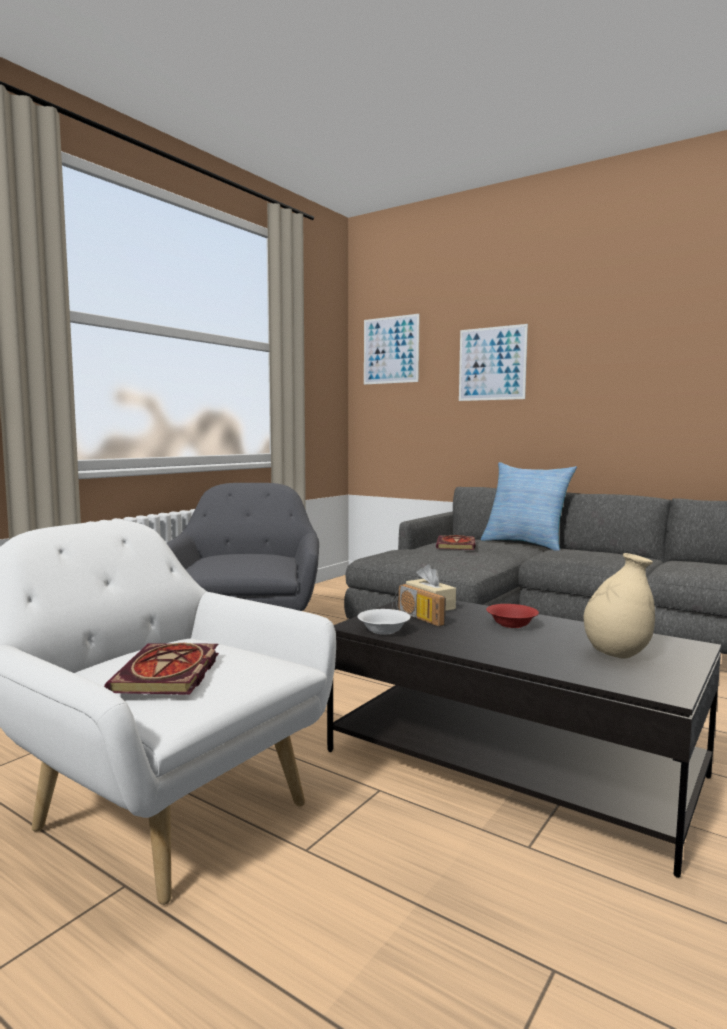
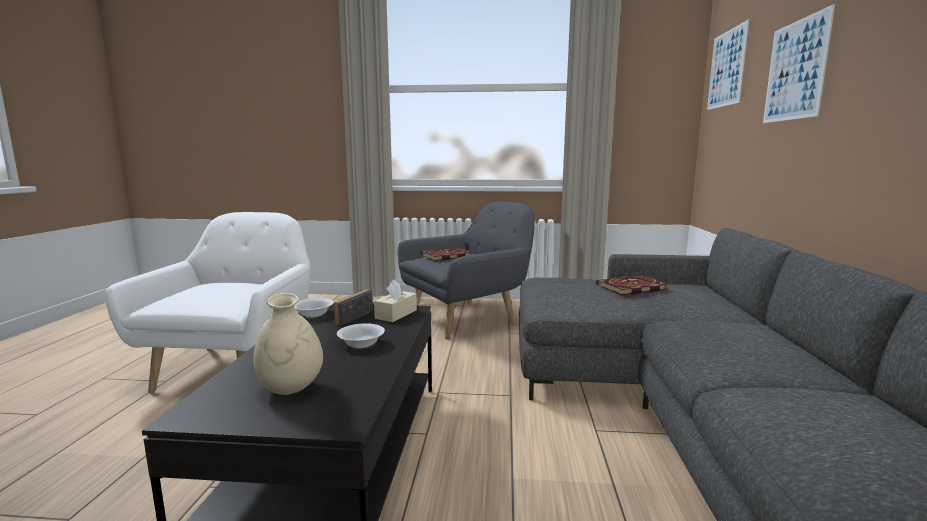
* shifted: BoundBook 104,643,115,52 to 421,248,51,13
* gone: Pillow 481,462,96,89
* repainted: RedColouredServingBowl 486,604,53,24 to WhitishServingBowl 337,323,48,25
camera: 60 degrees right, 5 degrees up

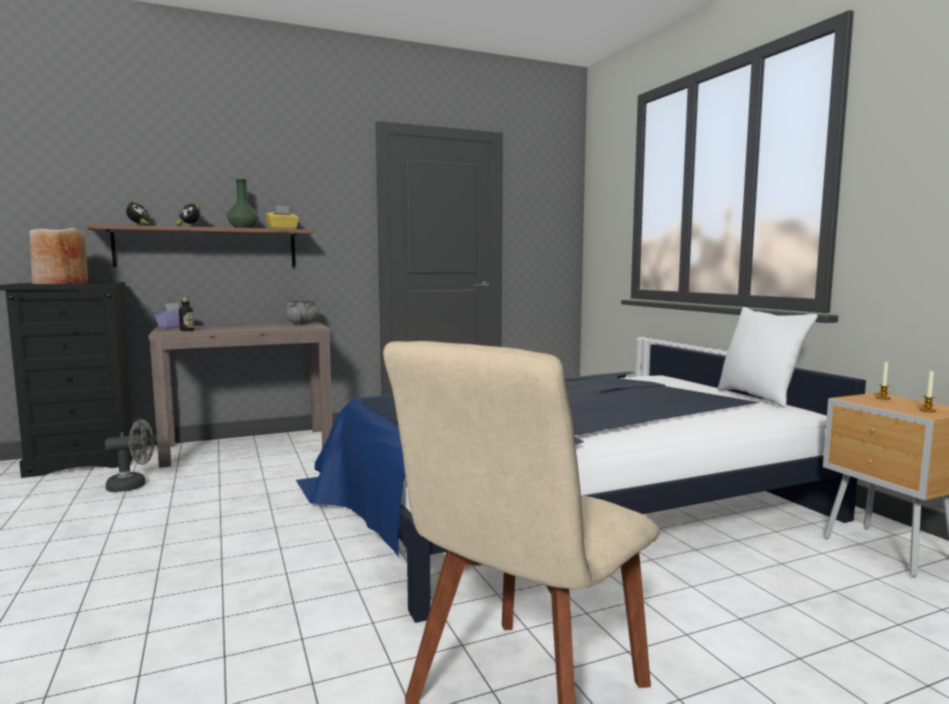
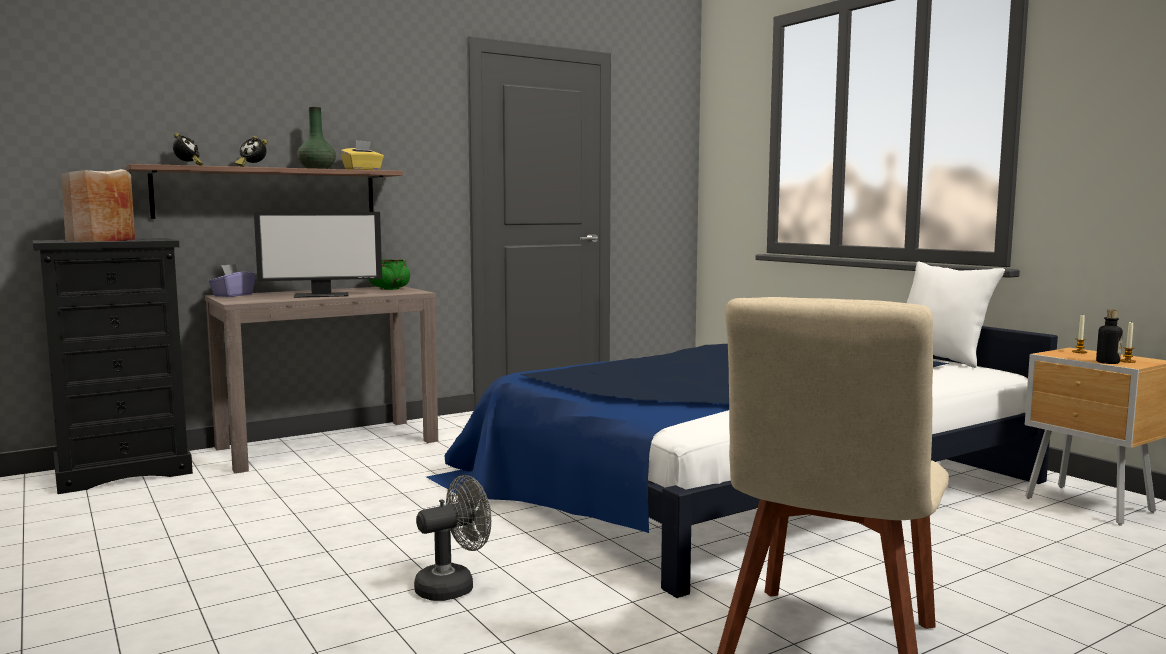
* shifted: GrayFan 105,419,49,73 to 414,475,77,126
* shifted: BeverageBottle 179,296,15,35 to 1096,310,27,54
* repainted: GrayServingBowl 285,301,33,24 to GreenServingBowl 369,259,41,31
* new: ComputerDisplay 254,212,128,86
camera: 10 degrees left, 0 degrees up

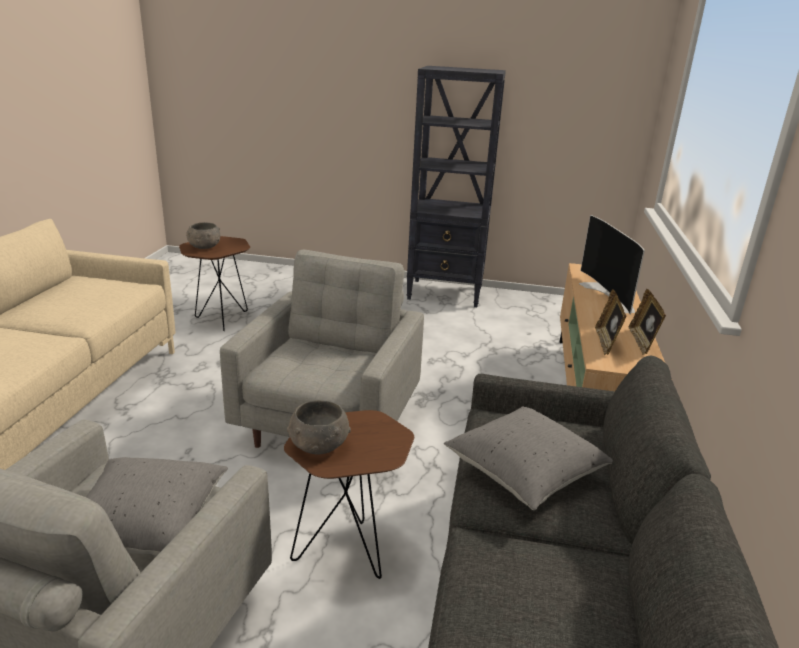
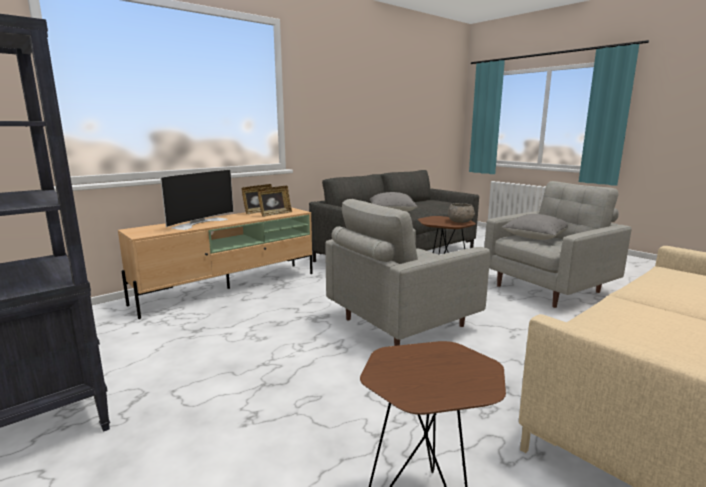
* gone: GrayServingBowl 186,222,34,27
camera: 140 degrees left, 10 degrees down

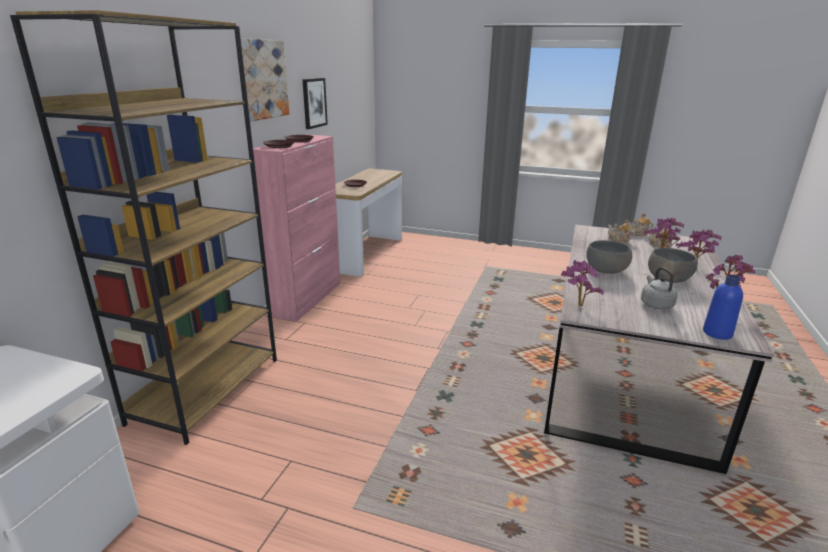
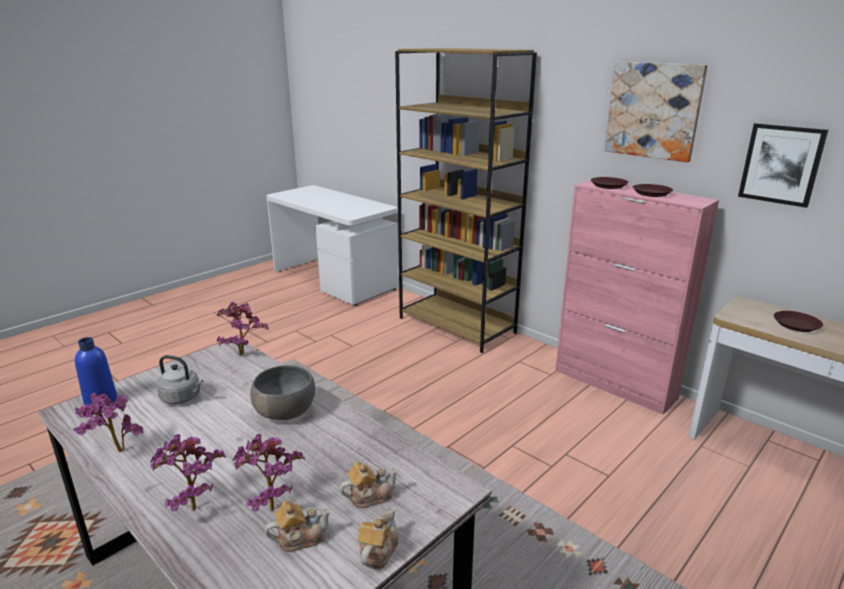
* gone: GrayServingBowl 648,248,50,35
camera: 115 degrees right, 0 degrees up

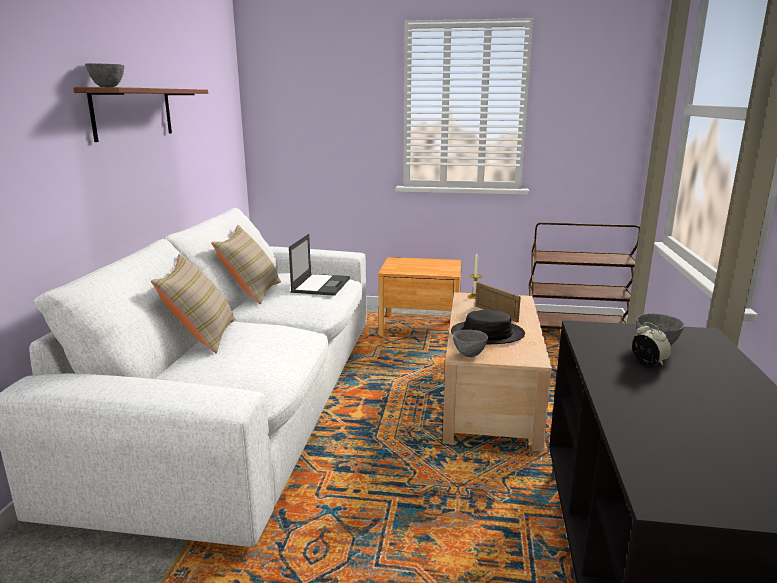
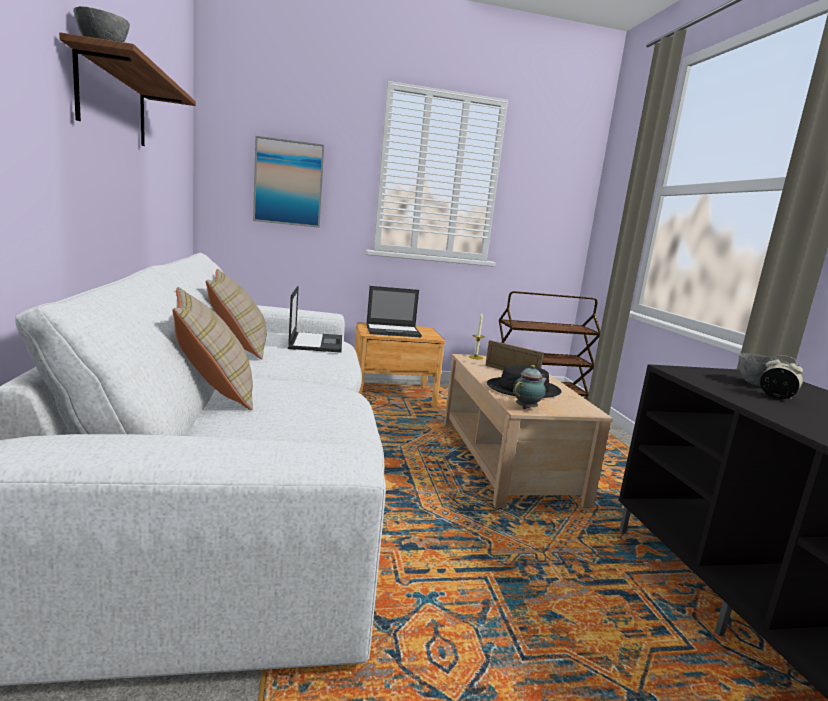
* swapped: GrayServingBowl 453,330,35,27 to Teapot 513,365,34,44
* new: Picture 253,136,71,92
* new: Laptop 366,286,56,51
camera: 20 degrees left, 5 degrees down

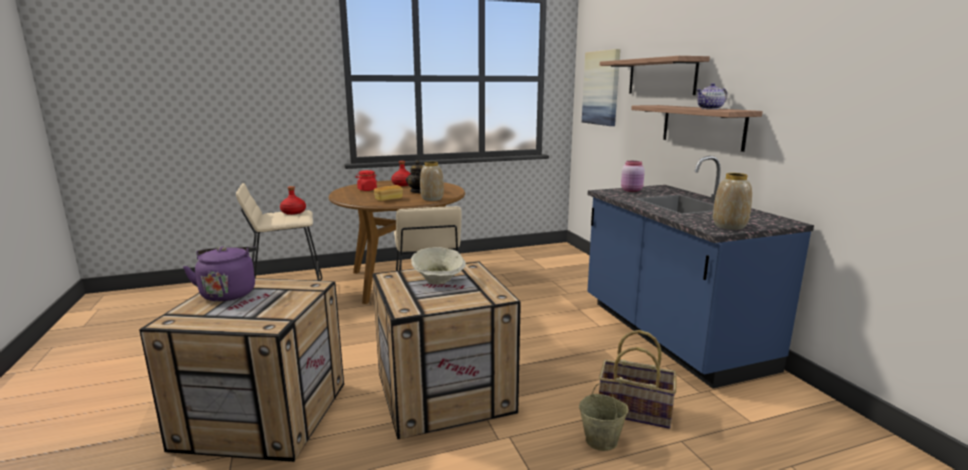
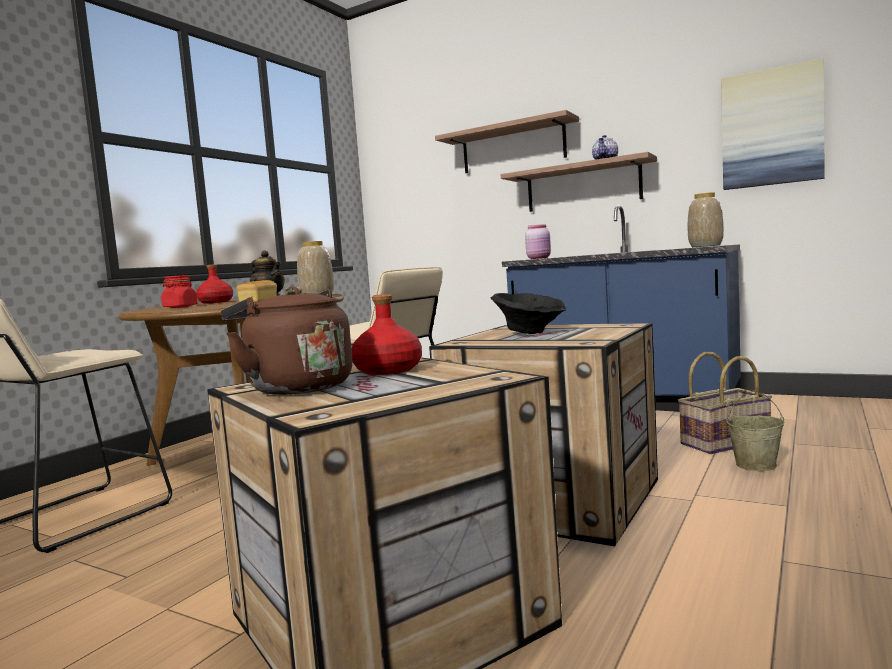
* repainted: PurplishTeaKettle 183,246,73,56 to BrownTeaKettle 221,286,131,109
* shifted: RedColouredBeverageBottle 280,186,26,29 to 352,294,70,81
* repainted: SandColouredServingBowl 411,247,55,38 to BlackishServingBowl 491,293,76,41
* shifted: Picture 582,49,38,77 to 721,58,103,132
camera: 40 degrees left, 10 degrees down

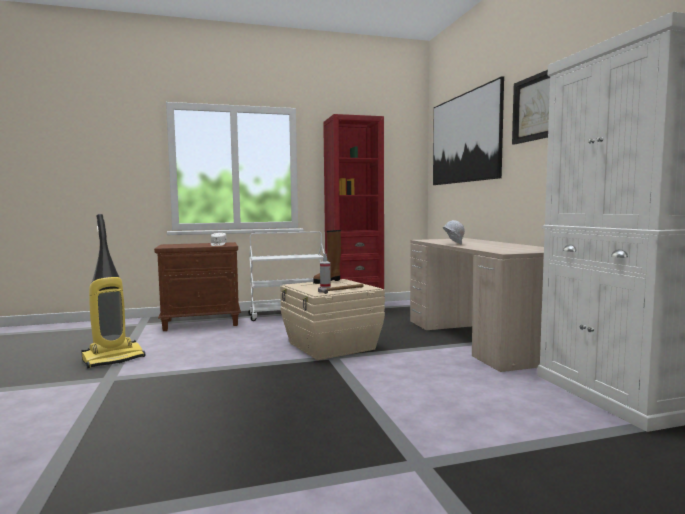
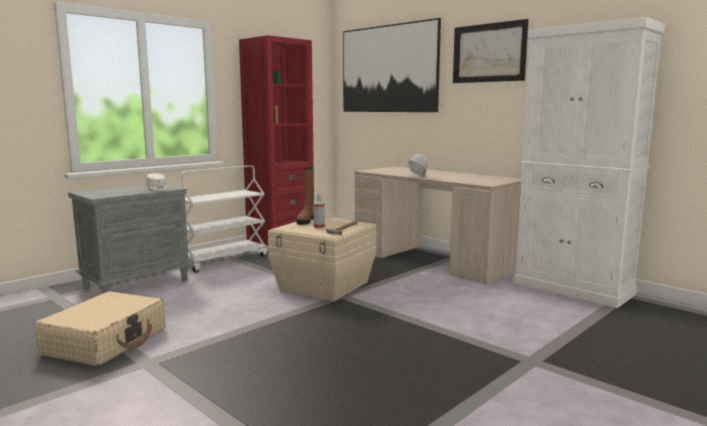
* swapped: Vacuum 81,214,64,154 to SandColouredSuitcase 35,291,130,75
* repainted: BrownBedsideTable 154,242,87,89 to GrayBedsideTable 68,184,124,110
camera: 30 degrees left, 5 degrees up

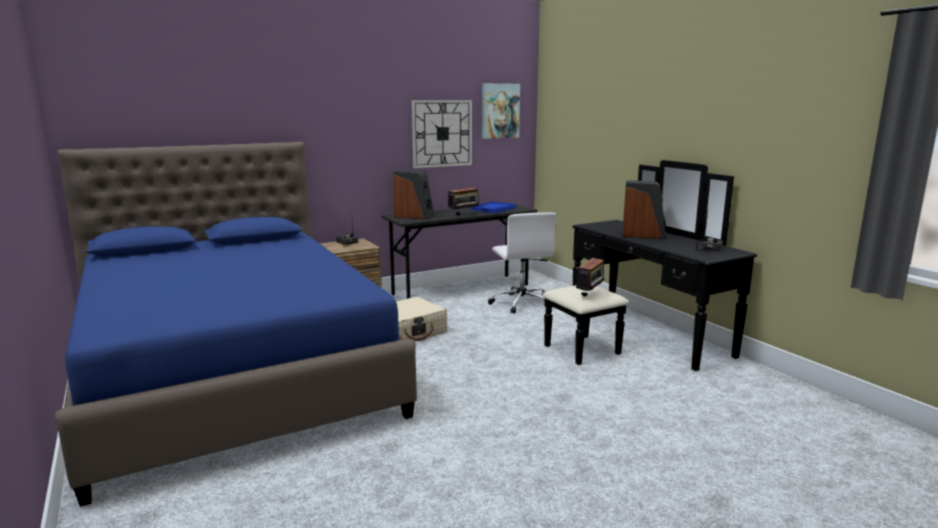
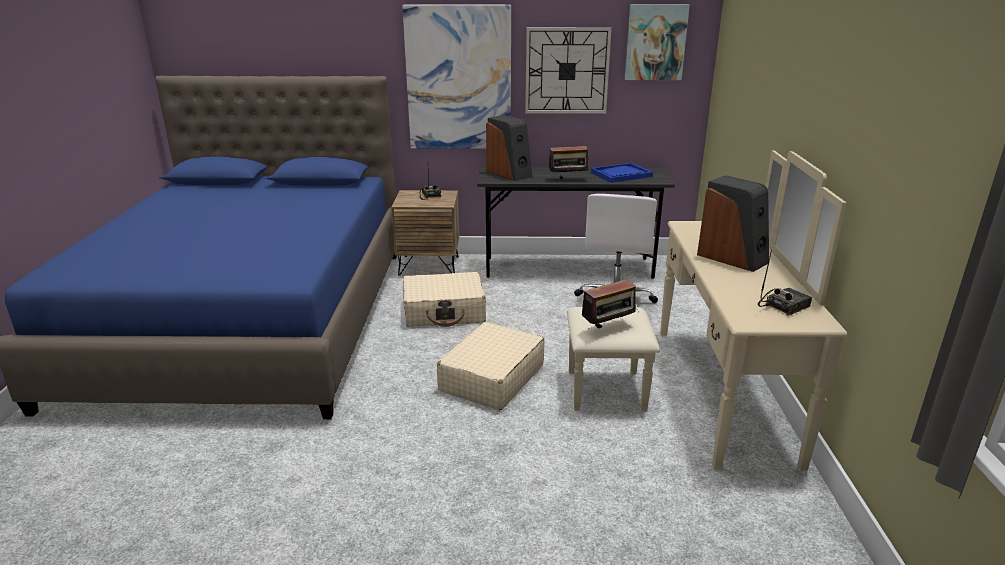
* repainted: BlackishDresser 542,160,215,211 to SandColouredDresser 567,150,280,321
* new: Picture 402,5,109,144
* new: SandColouredSuitcase 437,322,108,88
camera: 30 degrees right, 10 degrees up

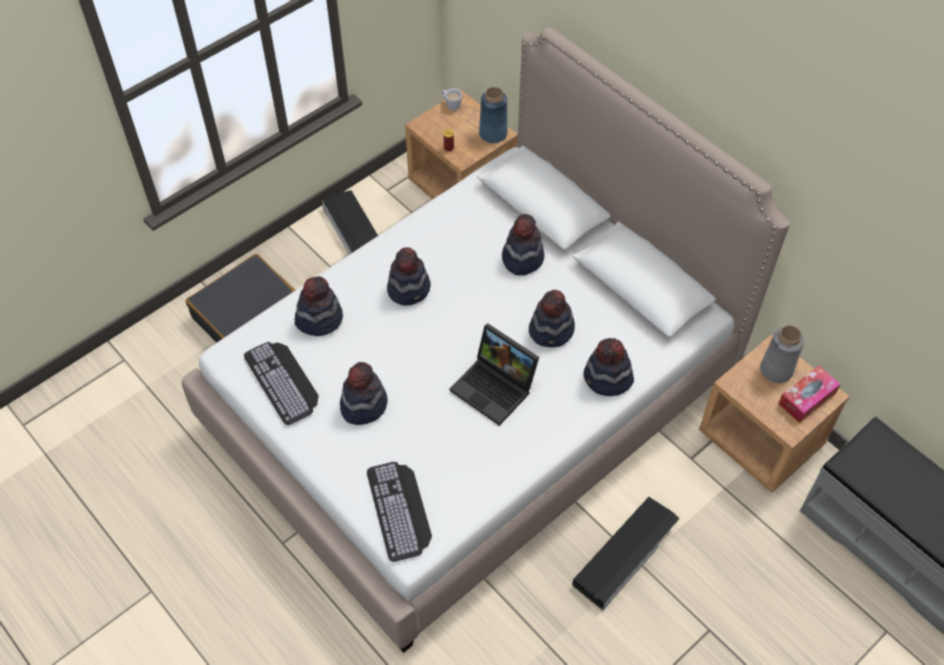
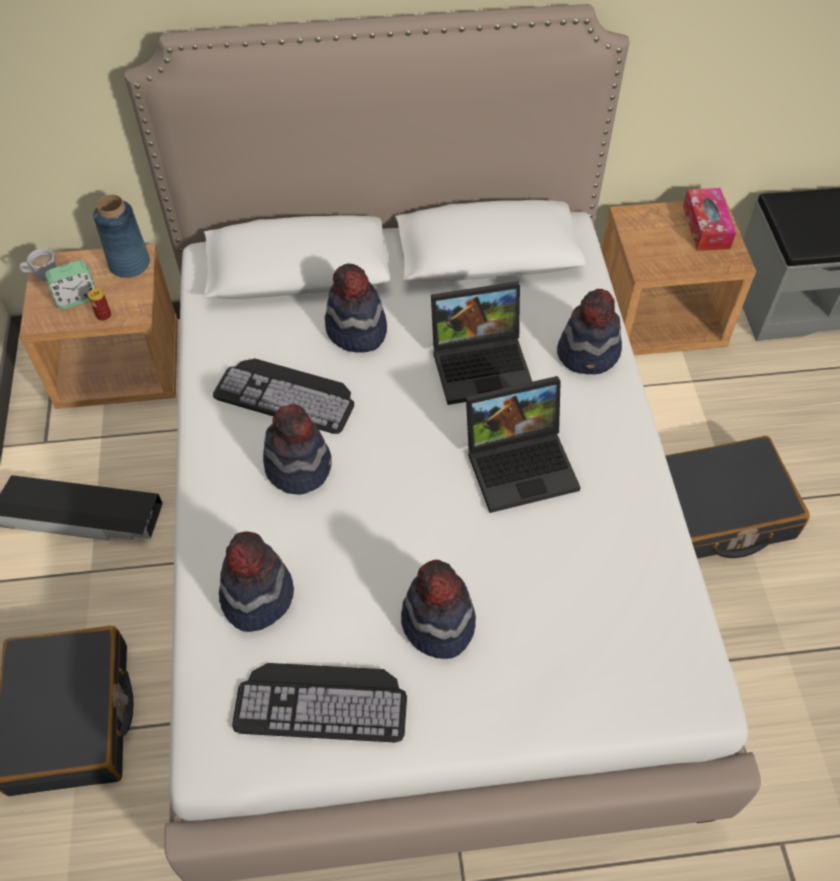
* shifted: Keyboard 367,462,65,100 to 213,359,141,75
* swapped: Hat 529,290,46,57 to Laptop 431,281,101,124
* swapped: BlackishStorageBin 572,497,108,114 to BlackishSuitcase 665,436,145,123
* gone: GrayDecorativeVase 760,325,44,58
* new: TableClock 45,260,51,49
camera: 55 degrees left, 0 degrees up

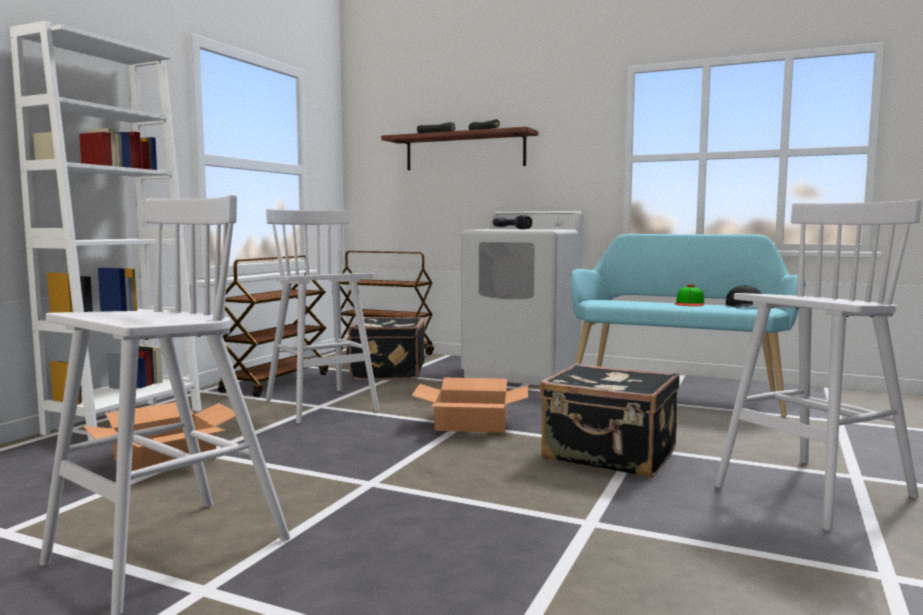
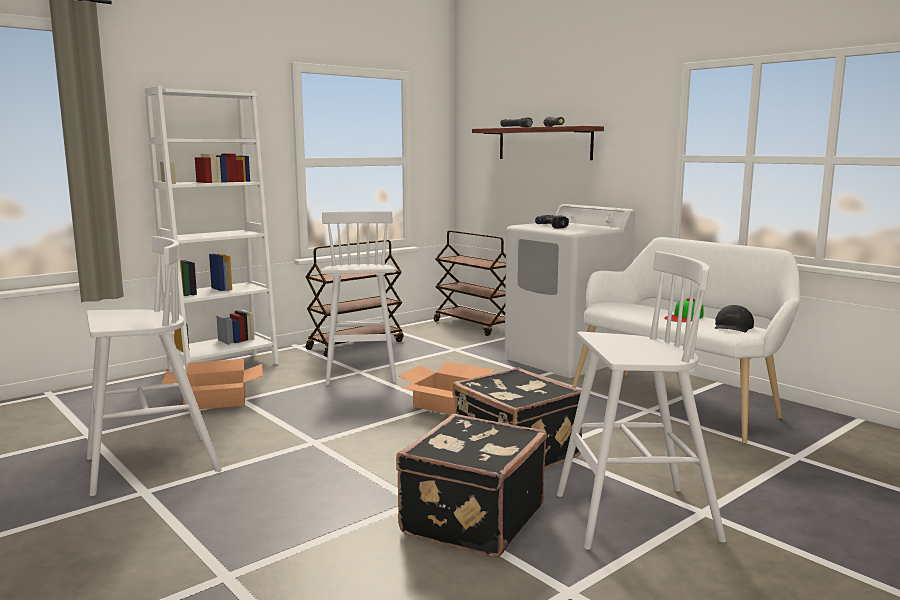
* shifted: BlackishSuitcase 346,317,79,63 to 396,414,151,144
* repainted: TurquoiseBench 571,234,235,183 to WhitishBench 572,237,228,207
camera: 25 degrees right, 5 degrees up

